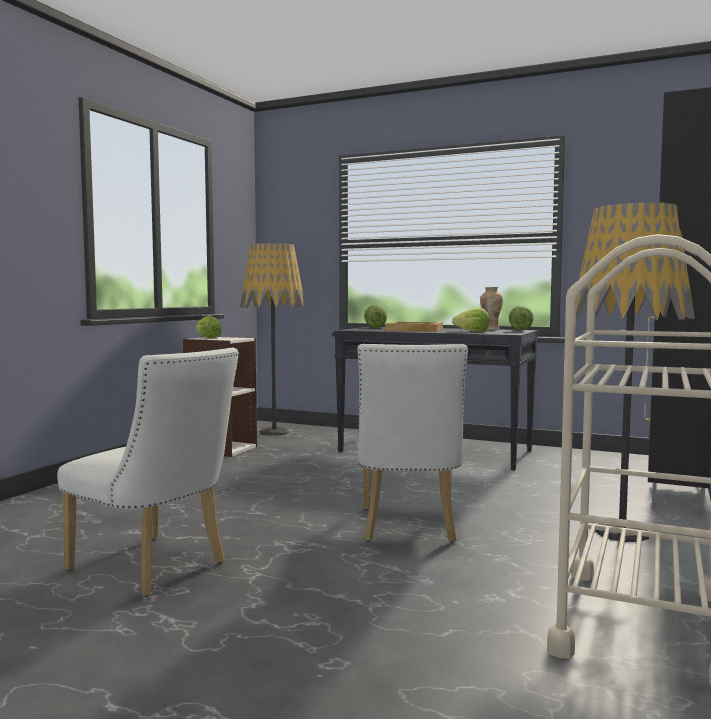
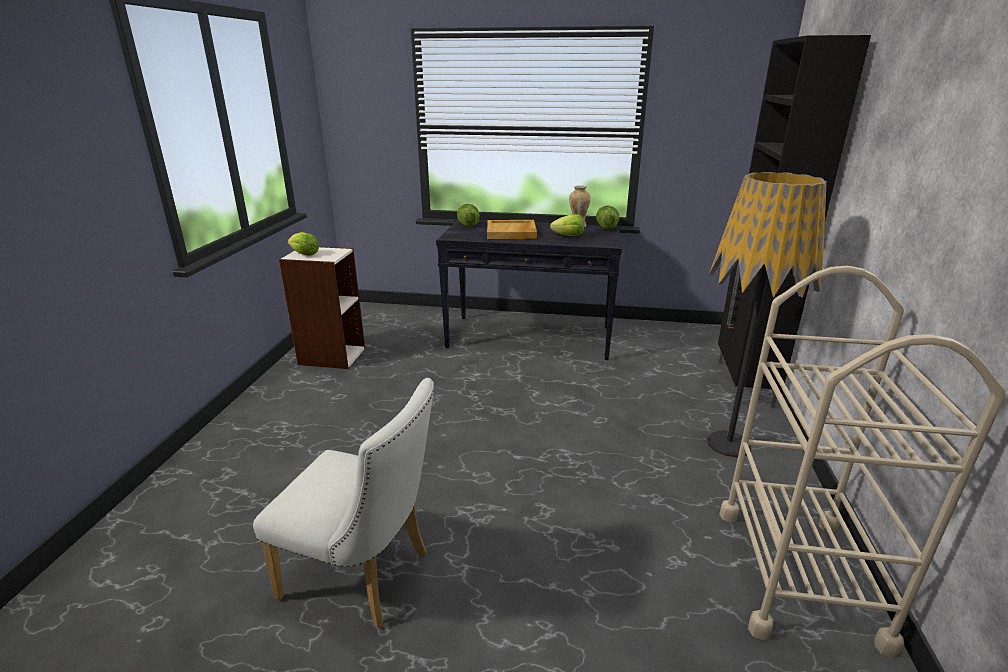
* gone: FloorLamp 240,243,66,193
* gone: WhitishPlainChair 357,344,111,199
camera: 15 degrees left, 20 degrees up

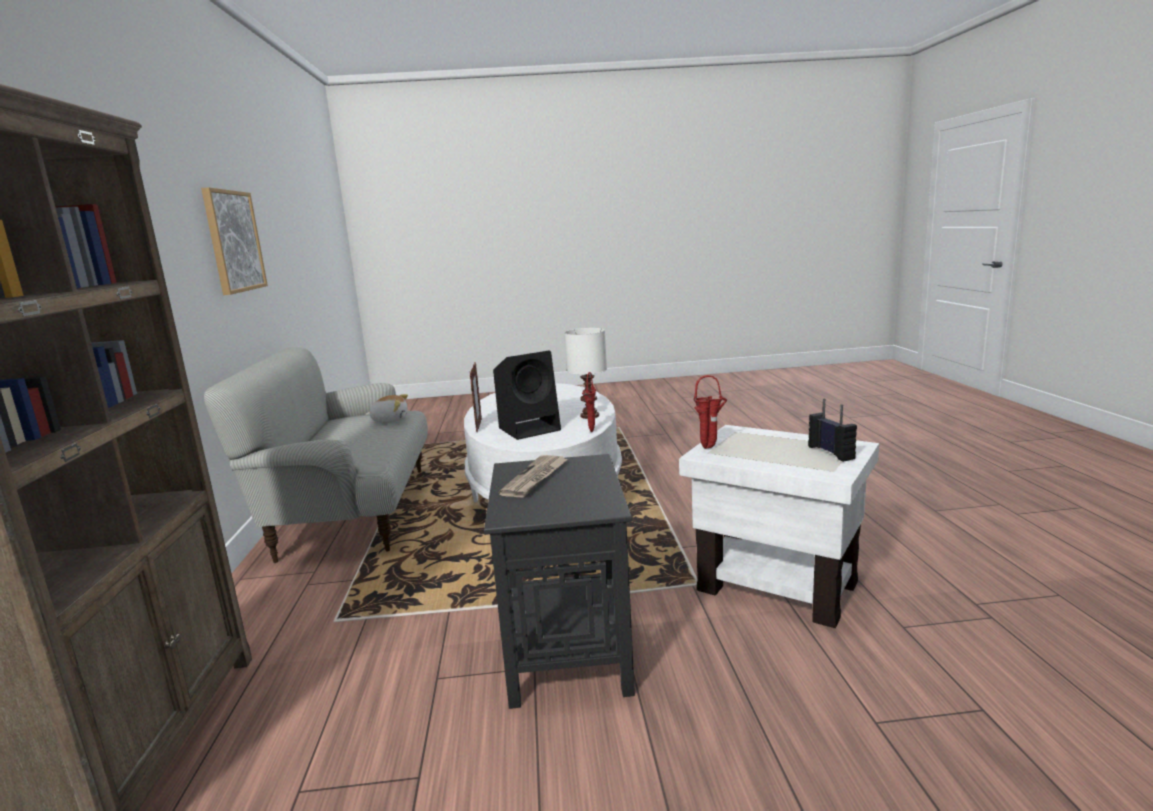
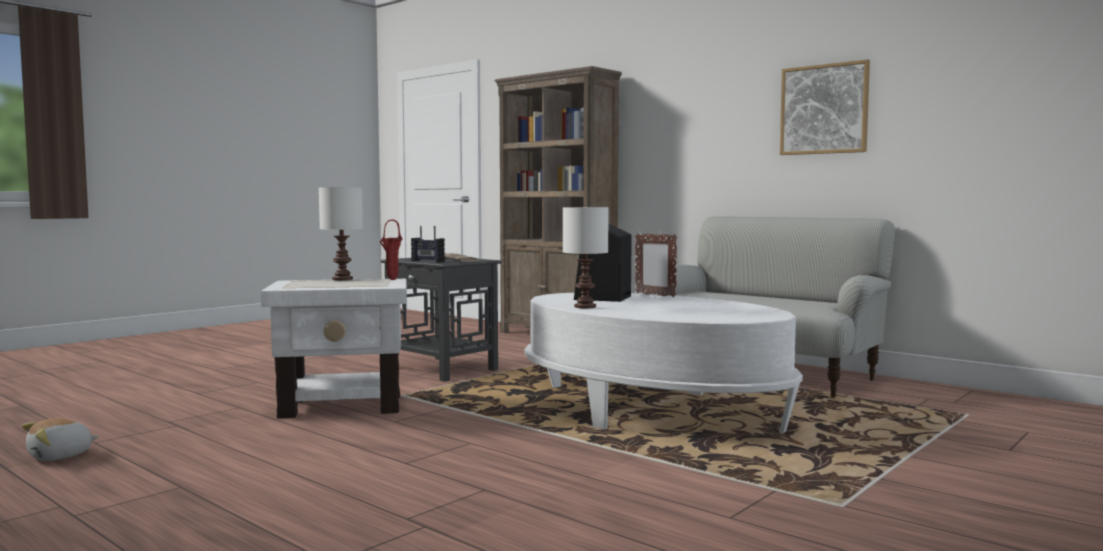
* shifted: PlushToy 366,394,42,29 to 22,418,77,43
* gone: RedColouredDecorativeVase 582,372,14,60
* shifted: RadioReceiver 808,399,49,63 to 411,226,34,36
* new: WhitishTableLamp 319,187,44,93
camera: 135 degrees right, 10 degrees down

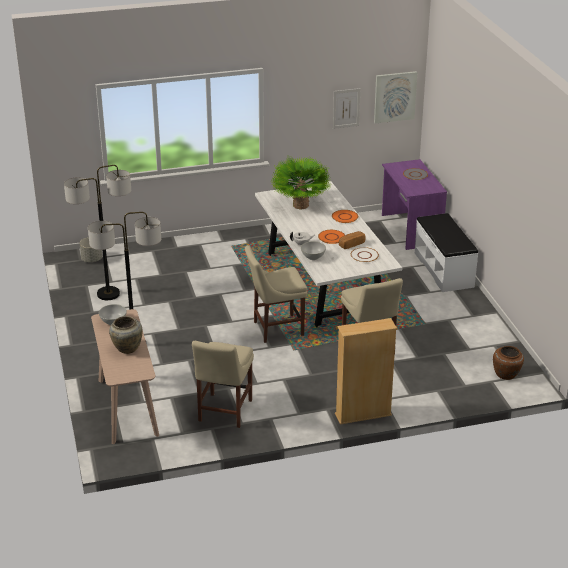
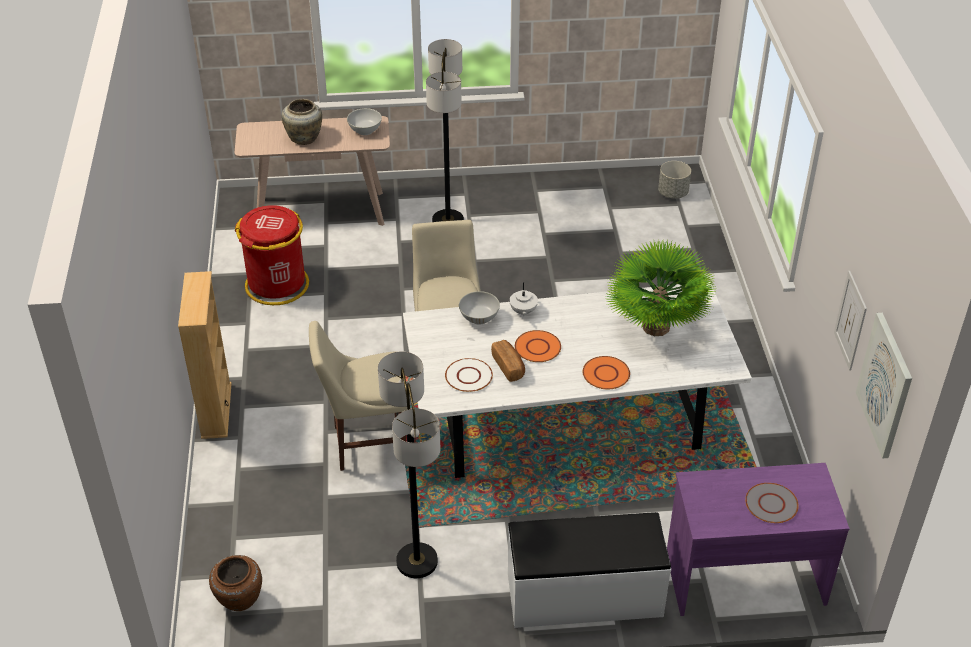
* shifted: FloorLamp 64,165,67,135 to 378,351,62,227
* swapped: SandColouredPlainChair 192,341,62,87 to RedColouredWasteBin 235,205,74,100
camera: 100 degrees right, 10 degrees up

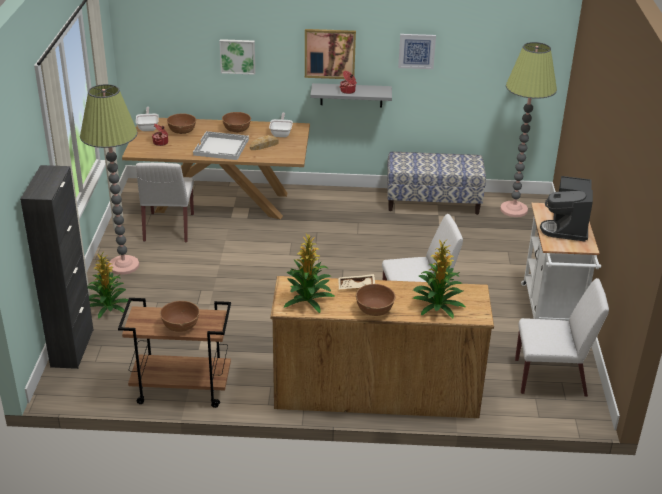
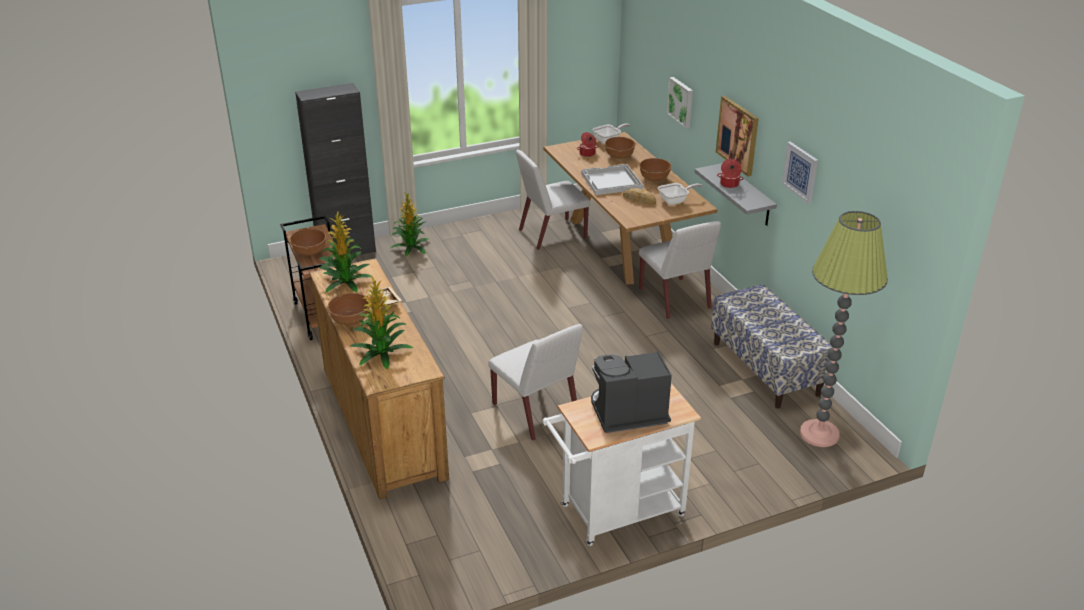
* gone: FloorLamp 80,84,60,191
* shifted: WhitishPlainChair 515,278,94,119 to 639,221,82,98
camera: 65 degrees right, 0 degrees up

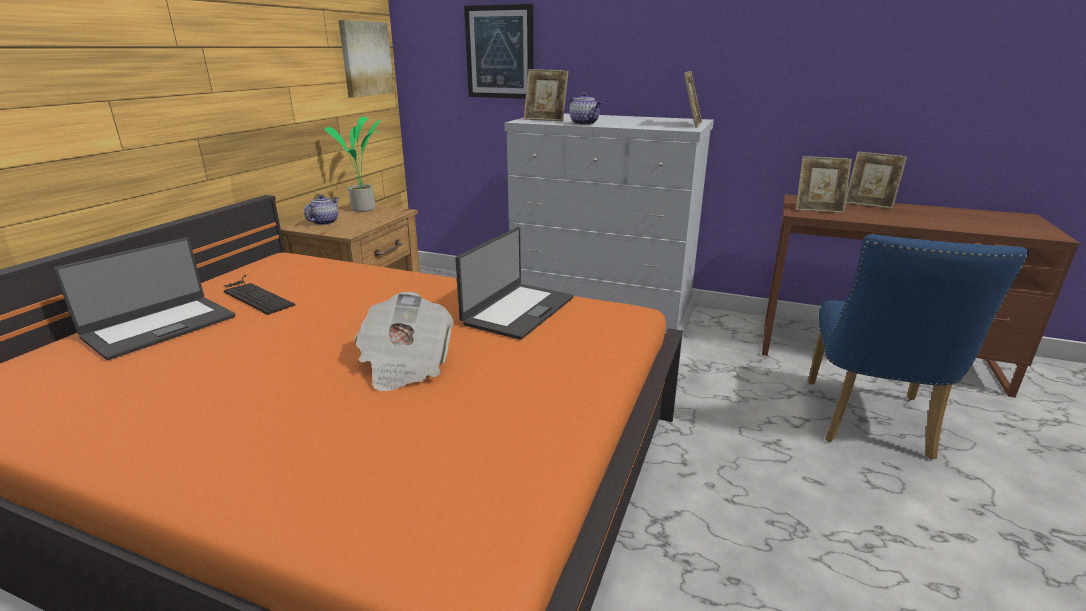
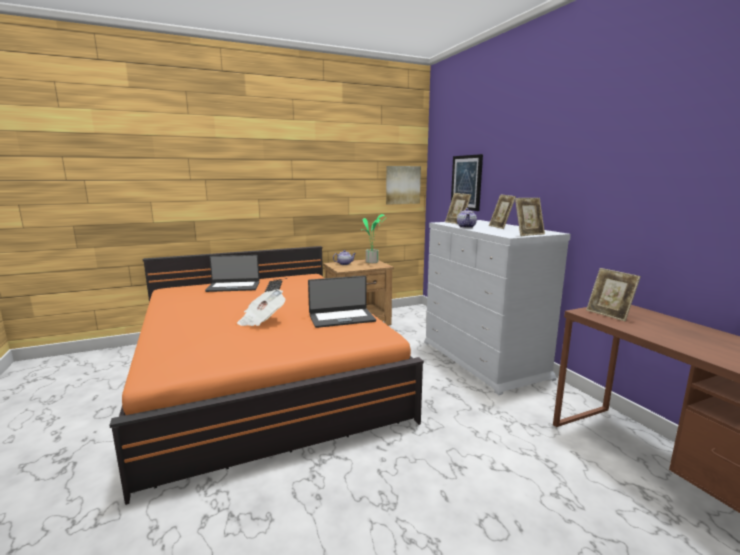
* gone: BluishPlainChair 808,234,221,225
* shifted: StandingFrame 846,152,61,57 to 489,194,27,35
camera: 45 degrees right, 10 degrees down

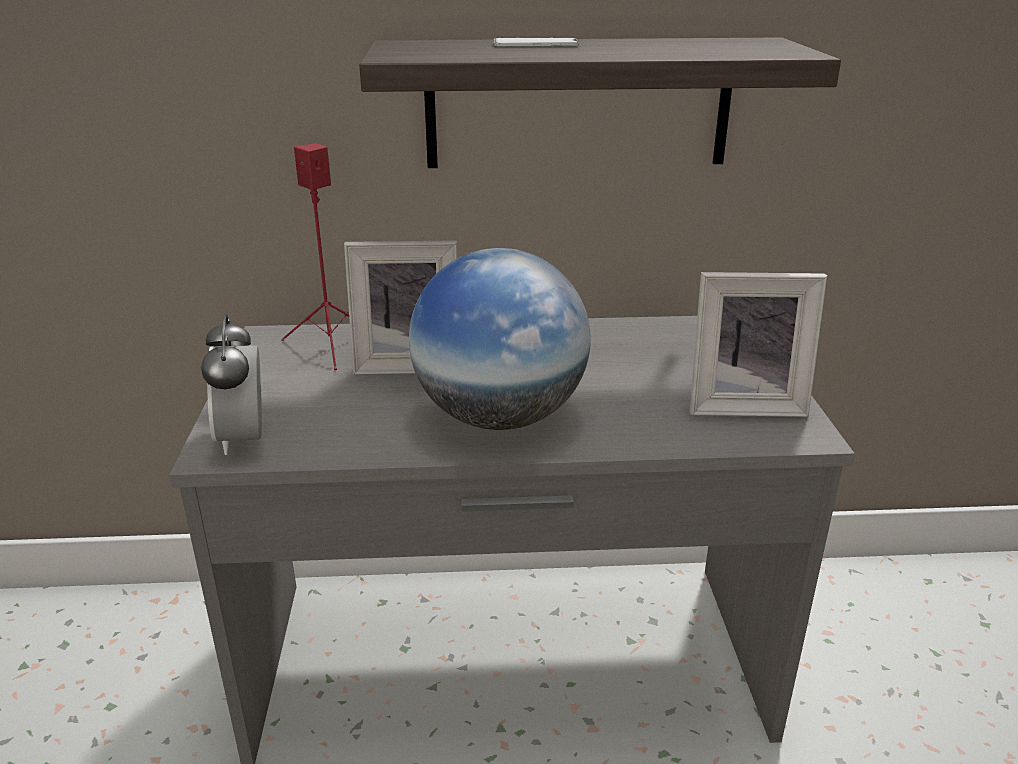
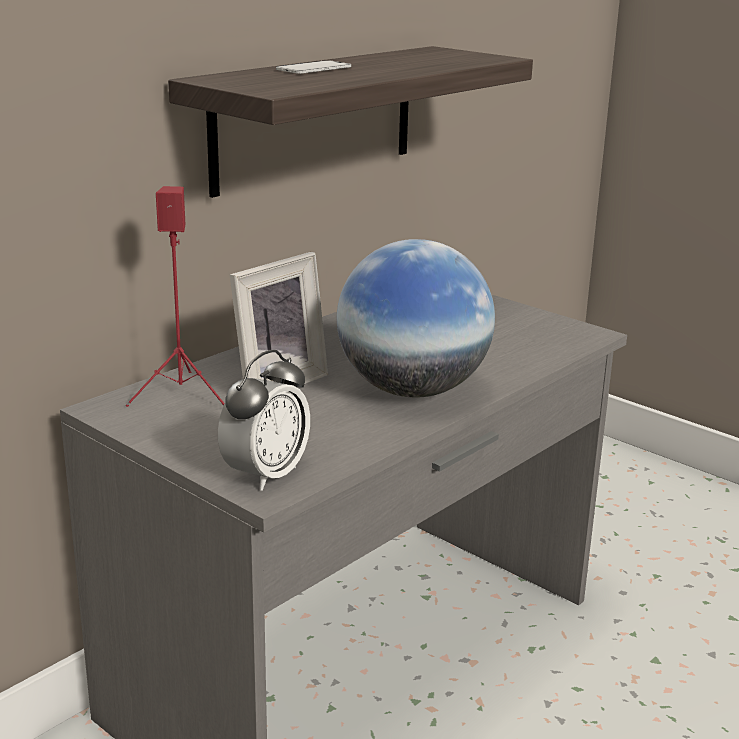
* rotated: TableClock 201,314,61,141 = 218,350,92,141 90 degrees counterclockwise
* gone: StandingFrame 690,272,137,145
camera: 45 degrees left, 5 degrees down

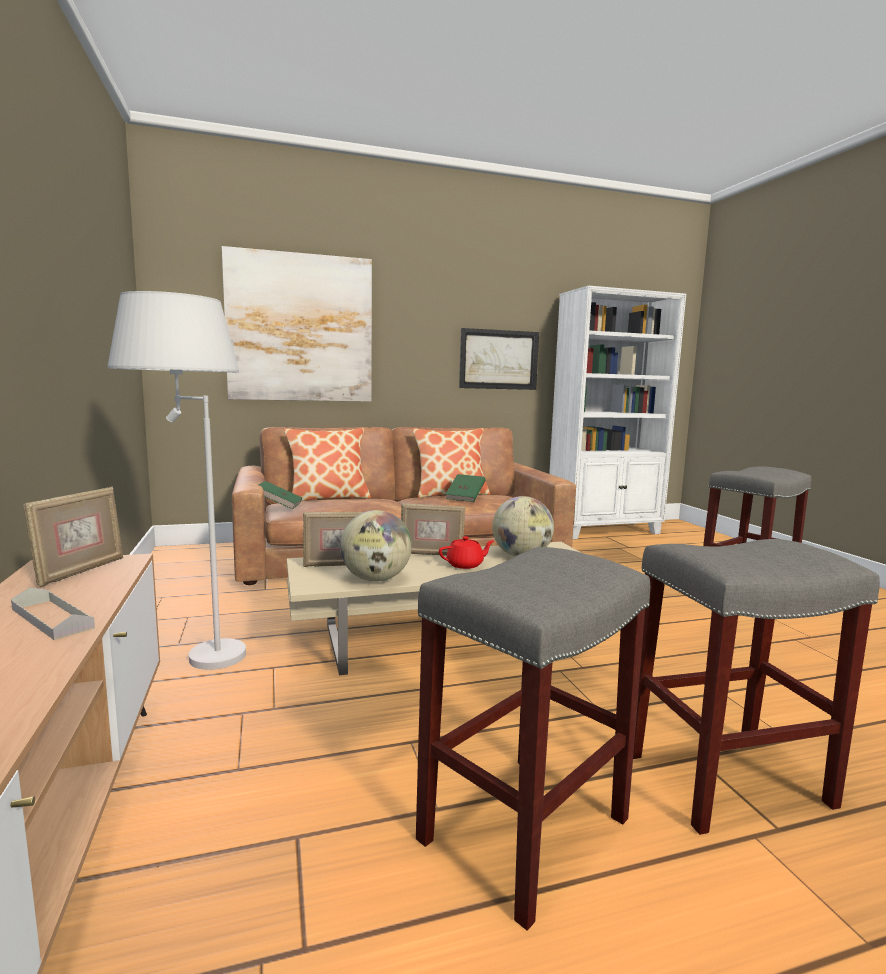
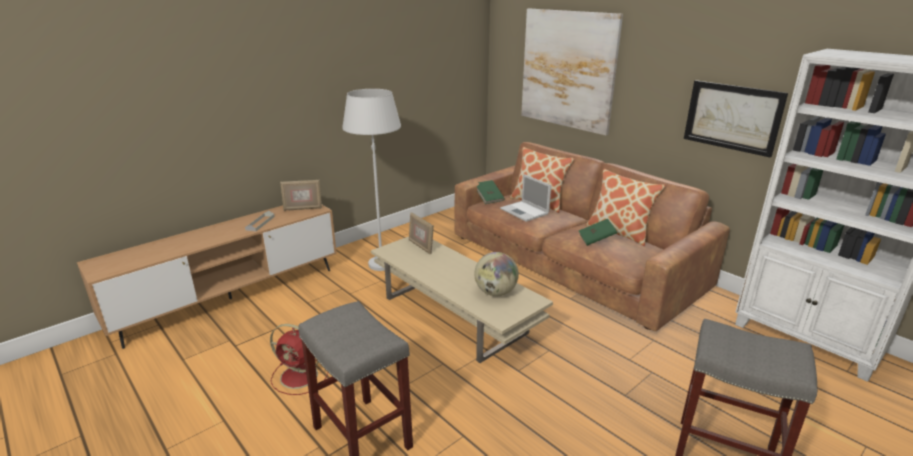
* gone: WorldGlobe 340,510,72,72
* gone: StandingFrame 401,503,64,53
* swapped: GrayStoolSeat 416,547,234,384 to RedColouredFan 270,324,58,71
* gone: RedColouredTeapot 439,536,55,33
* new: Laptop 500,174,51,48
camera: 65 degrees right, 15 degrees up

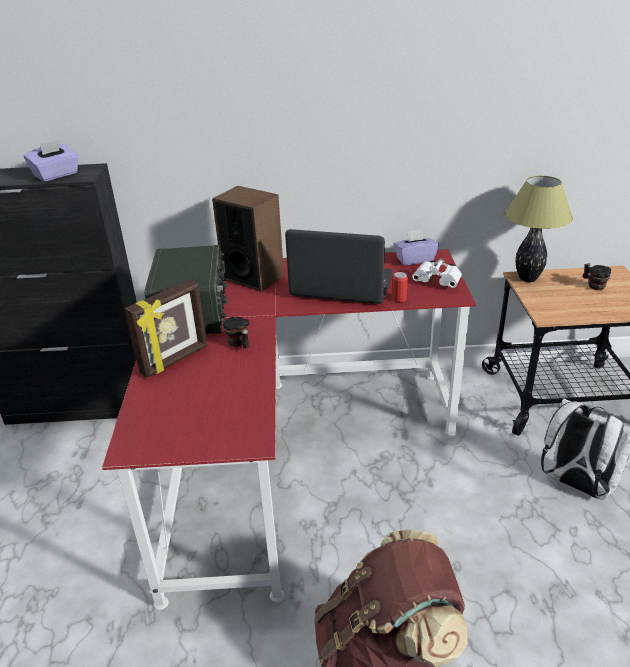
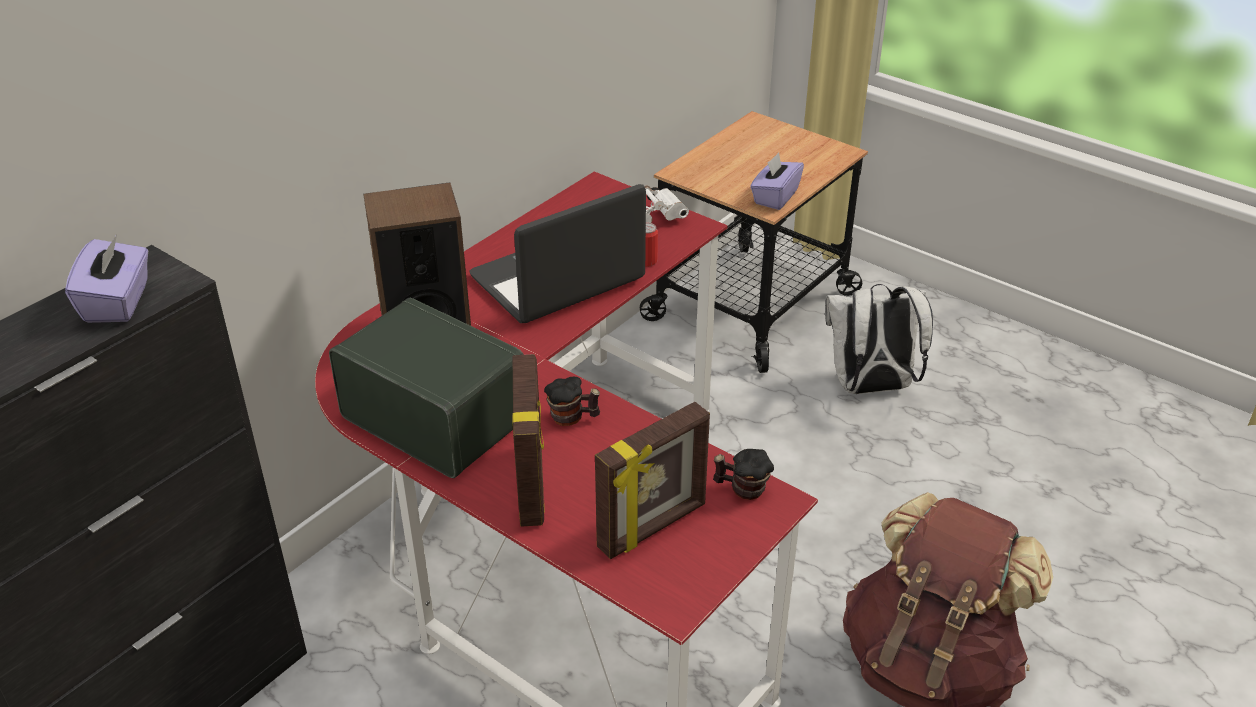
* shifted: PurplishBoxOfTissues 393,229,46,36 to 750,152,54,58
* gone: TableLamp 505,176,68,106
* shifted: Mug 583,263,28,27 to 713,449,61,51
* new: StandingFrame 595,402,115,157
camera: 50 degrees left, 5 degrees up

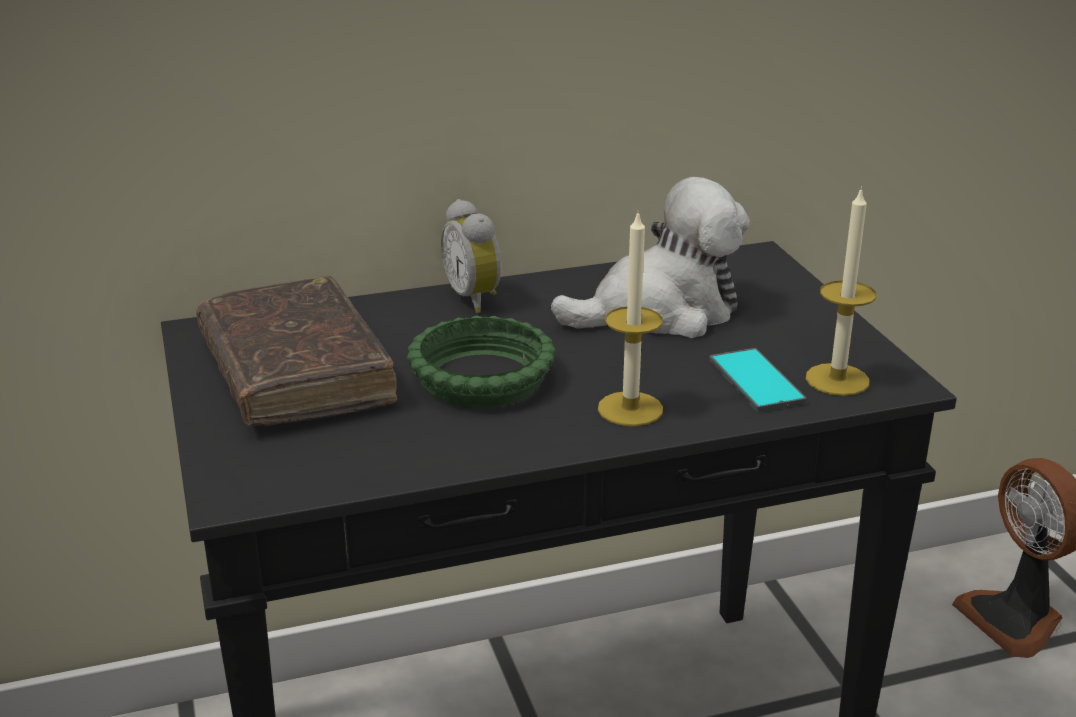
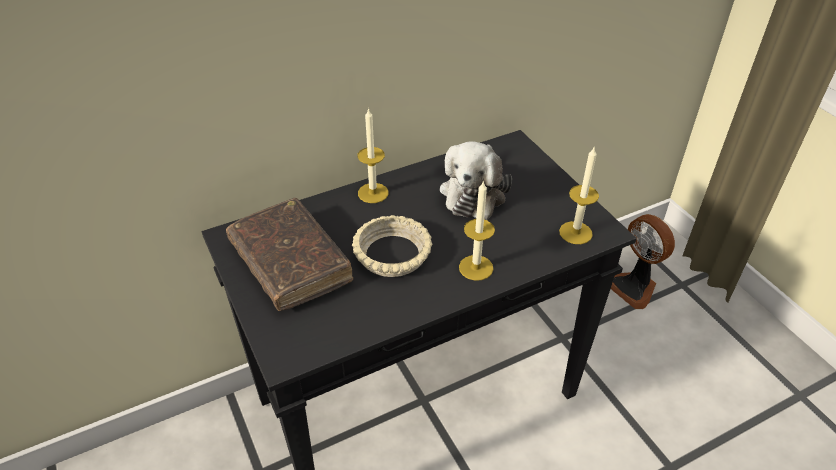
* repainted: GreenServingBowl 407,315,149,92 to SandColouredServingBowl 352,215,80,62
* swapped: TableClock 441,199,60,114 to Candle 357,108,31,95
* rotated: PlushToy 551,177,199,161 = 440,142,72,78 135 degrees clockwise
* gone: Telephone 709,348,97,64
camera: 10 degrees left, 15 degrees up

